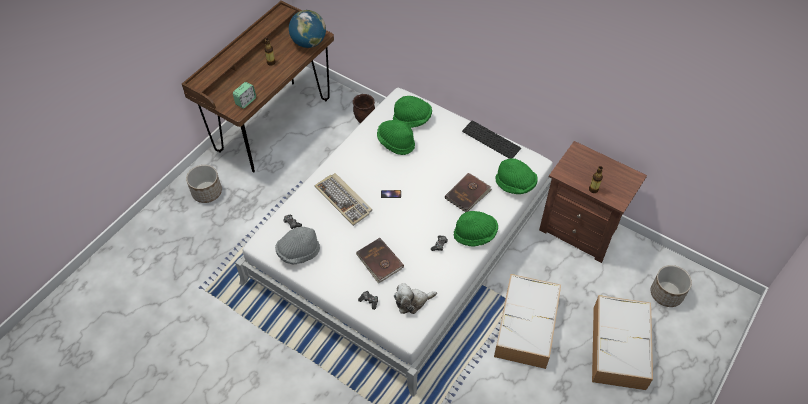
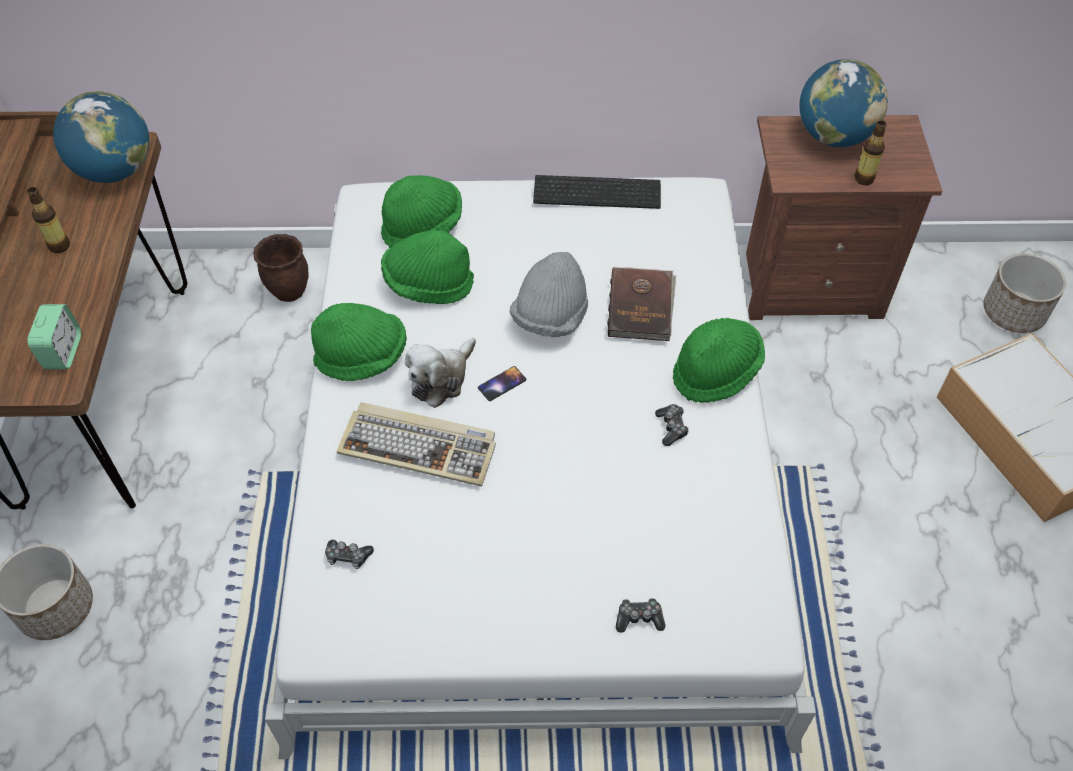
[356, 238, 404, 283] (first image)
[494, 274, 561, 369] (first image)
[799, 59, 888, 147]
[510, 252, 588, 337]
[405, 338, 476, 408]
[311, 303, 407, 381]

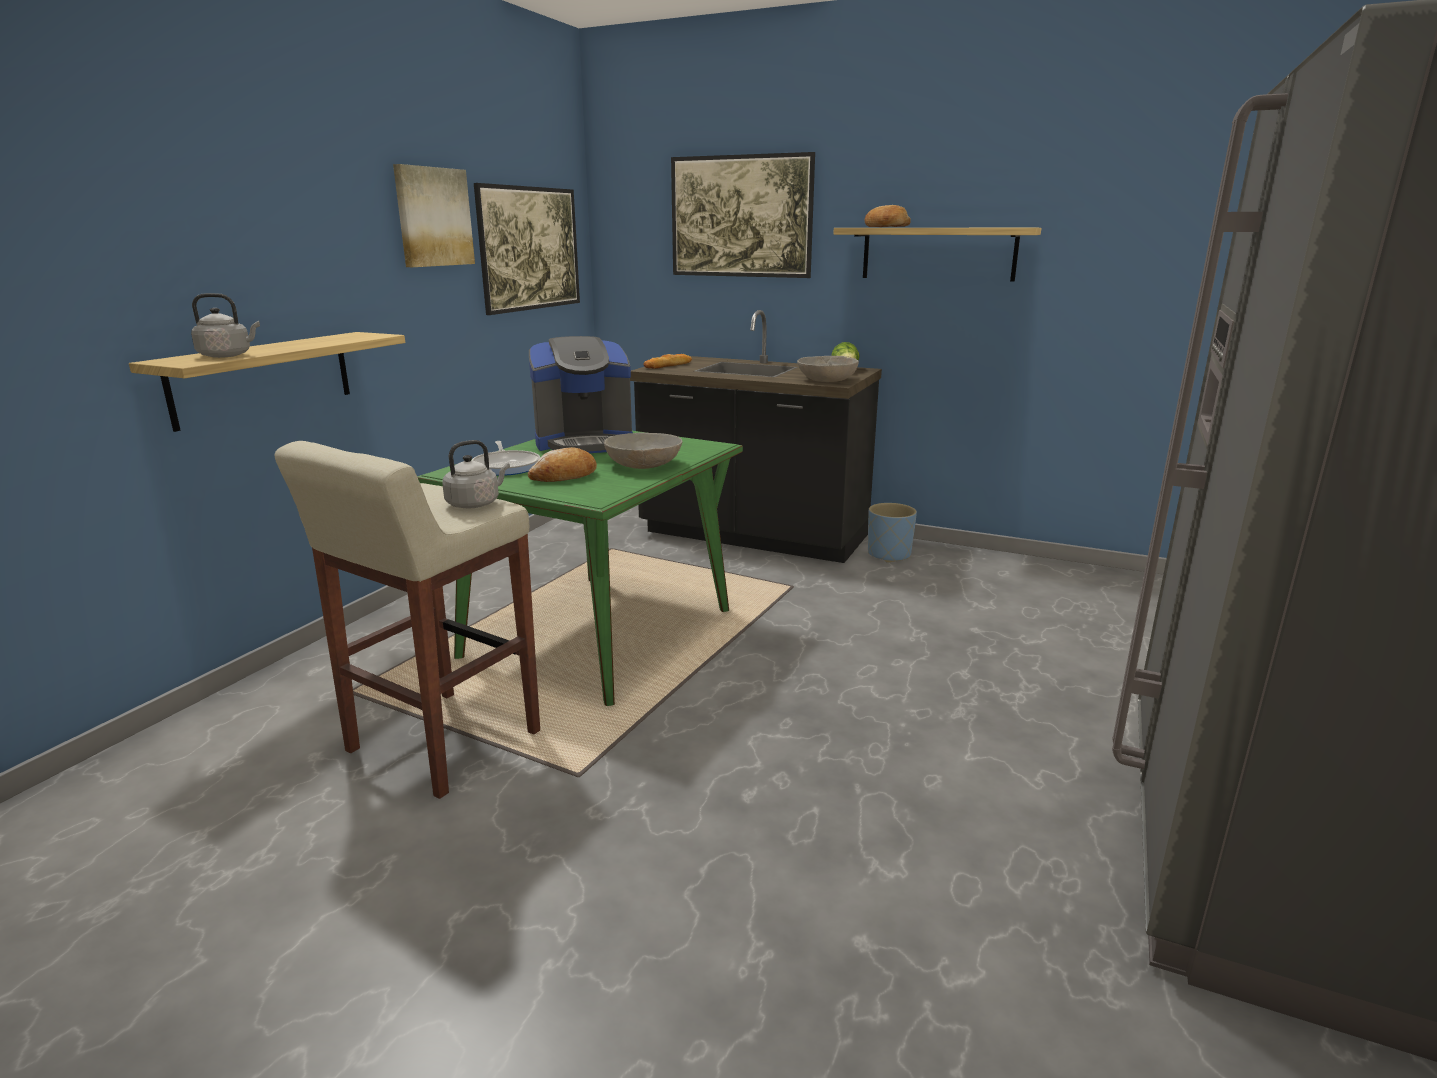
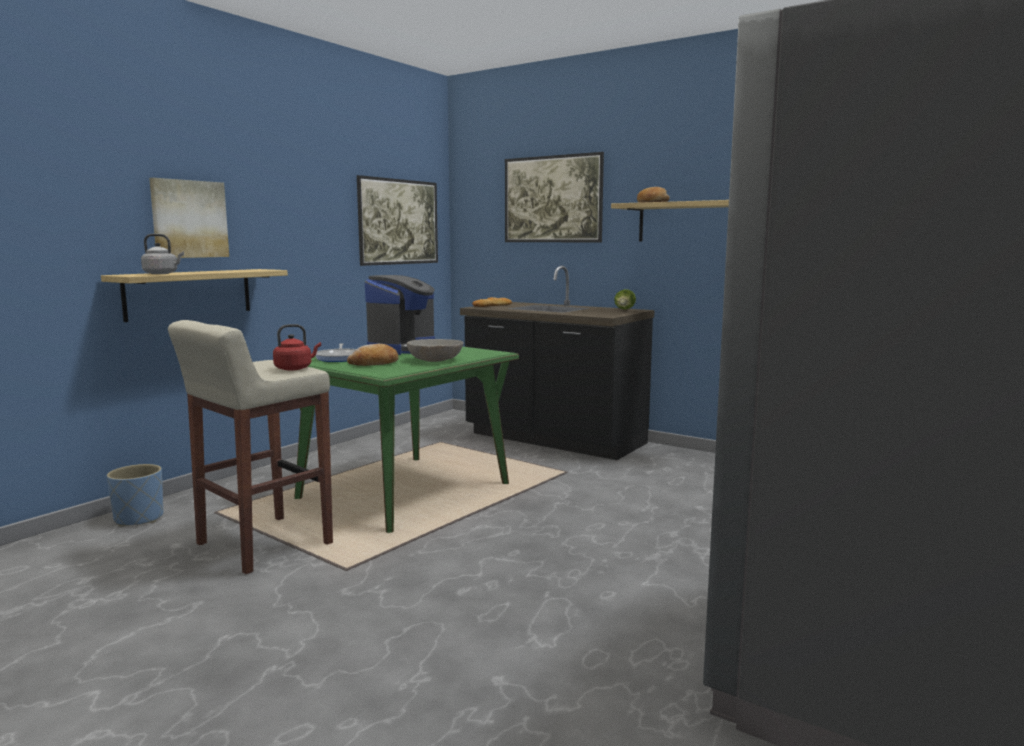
[797, 356, 859, 382] (first image)
[149, 178, 229, 258]
[107, 464, 163, 527]
[273, 324, 321, 371]
[365, 275, 435, 355]

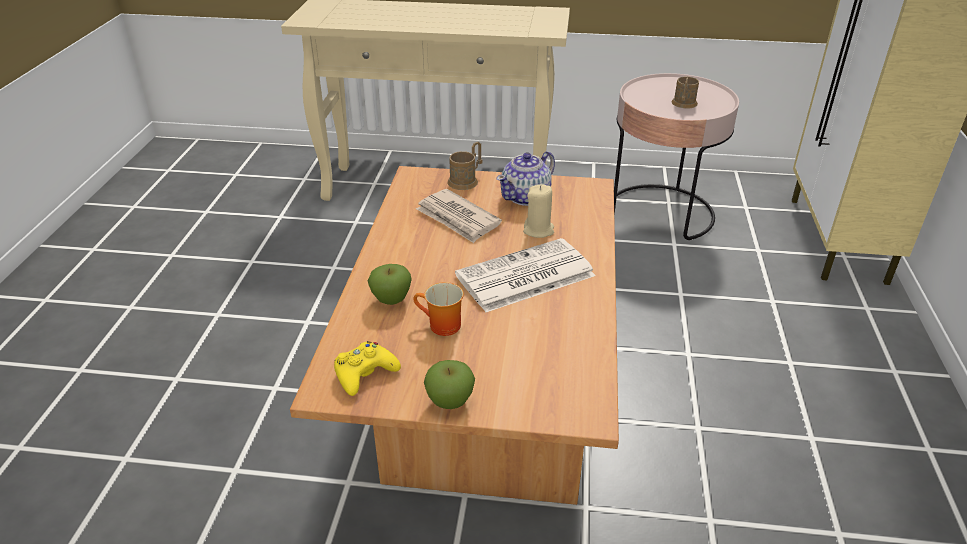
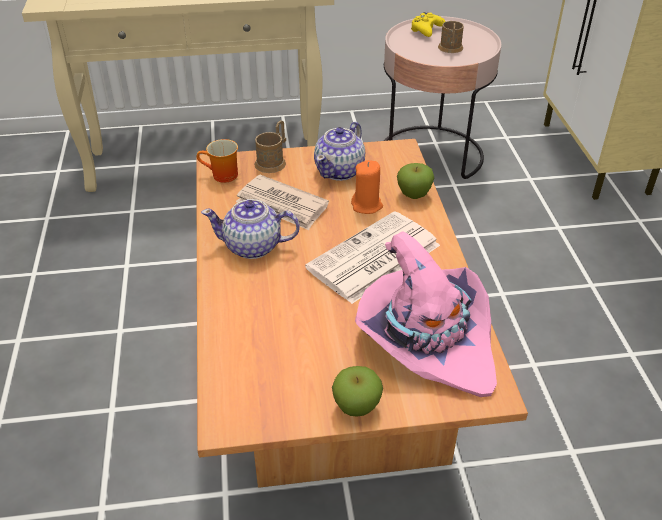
[201, 199, 300, 259]
[355, 232, 497, 397]
[411, 12, 446, 37]
[397, 163, 434, 199]
[197, 139, 238, 183]
[351, 160, 383, 214]

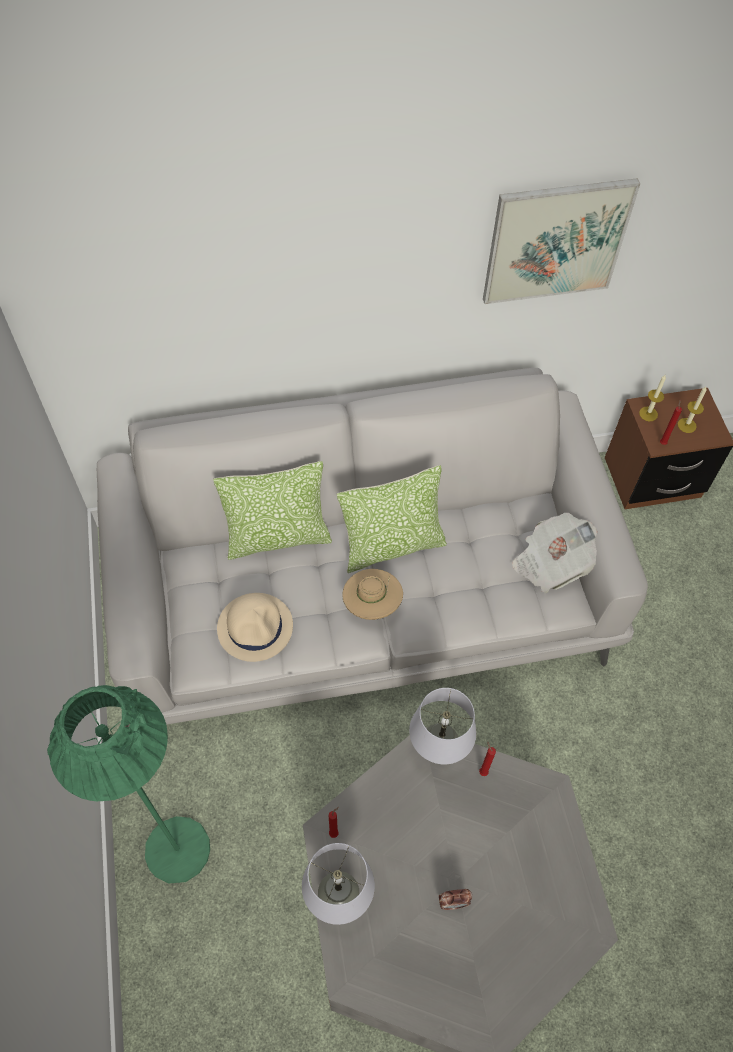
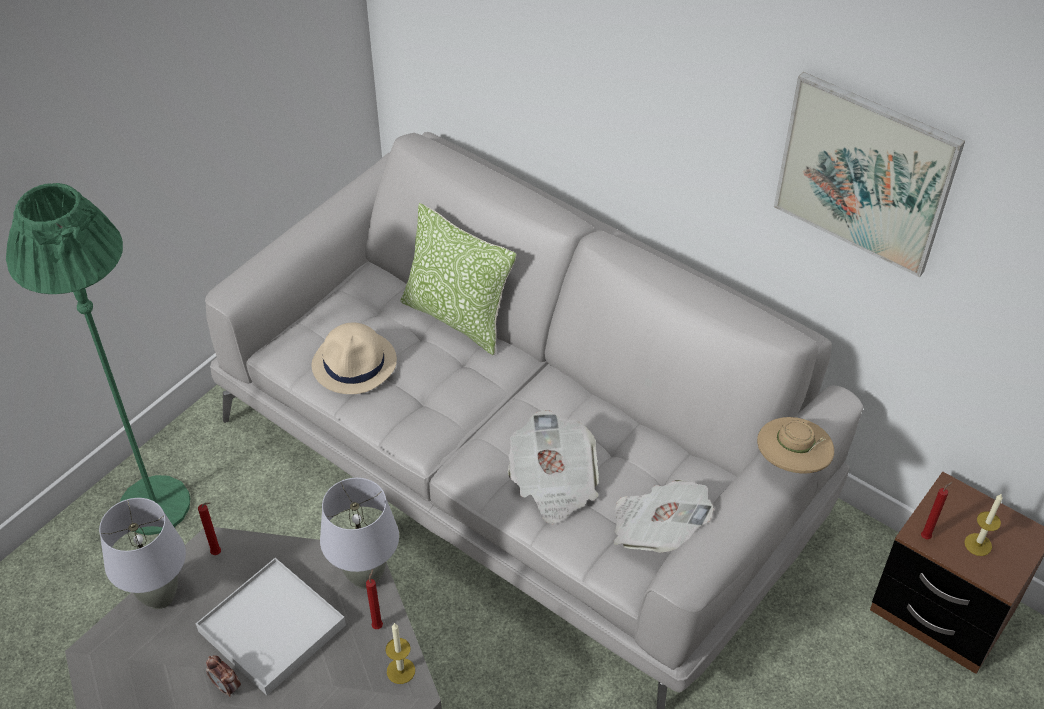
[337, 465, 447, 573] (first image)
[196, 558, 346, 695]
[507, 410, 599, 524]
[757, 417, 834, 474]
[386, 623, 415, 684]

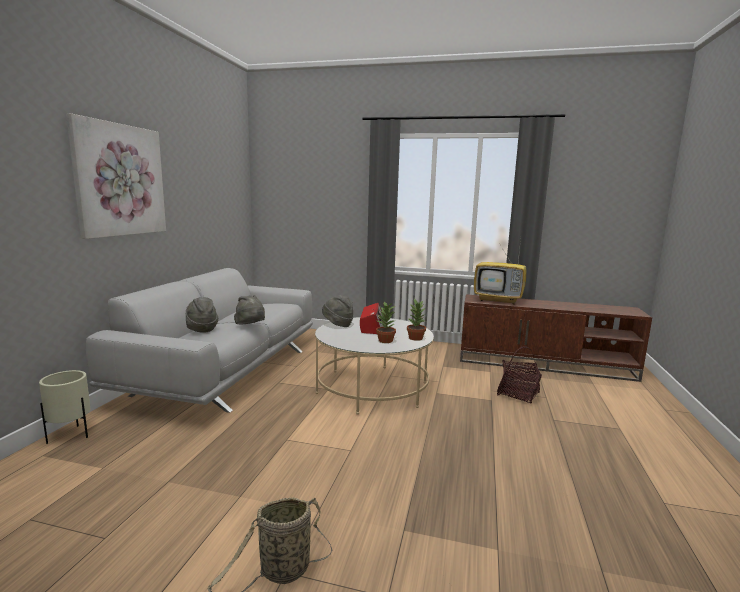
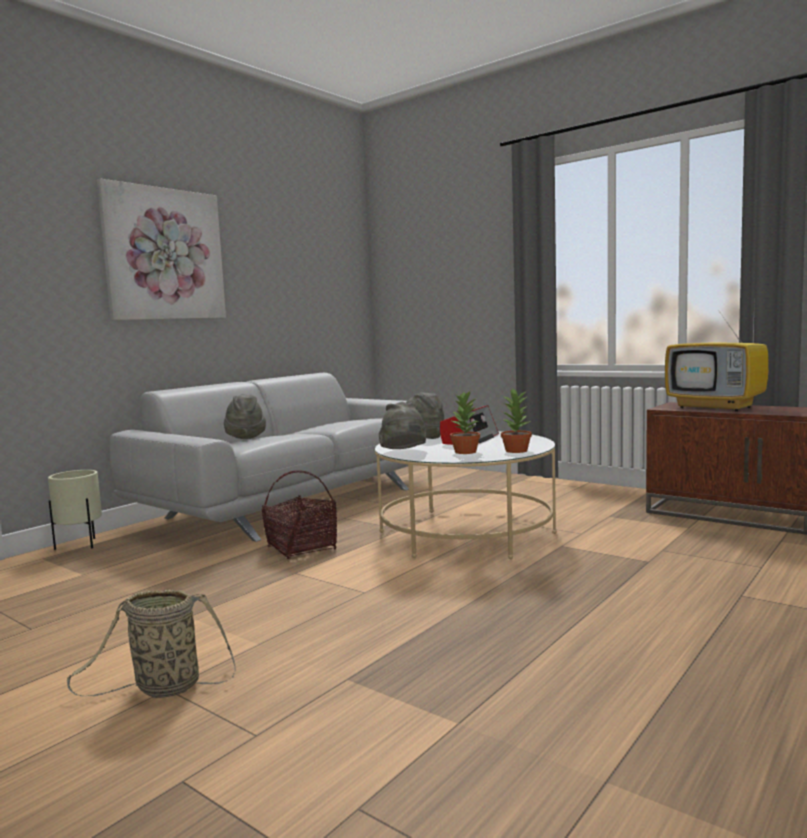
[379, 402, 426, 449]
[262, 470, 337, 559]

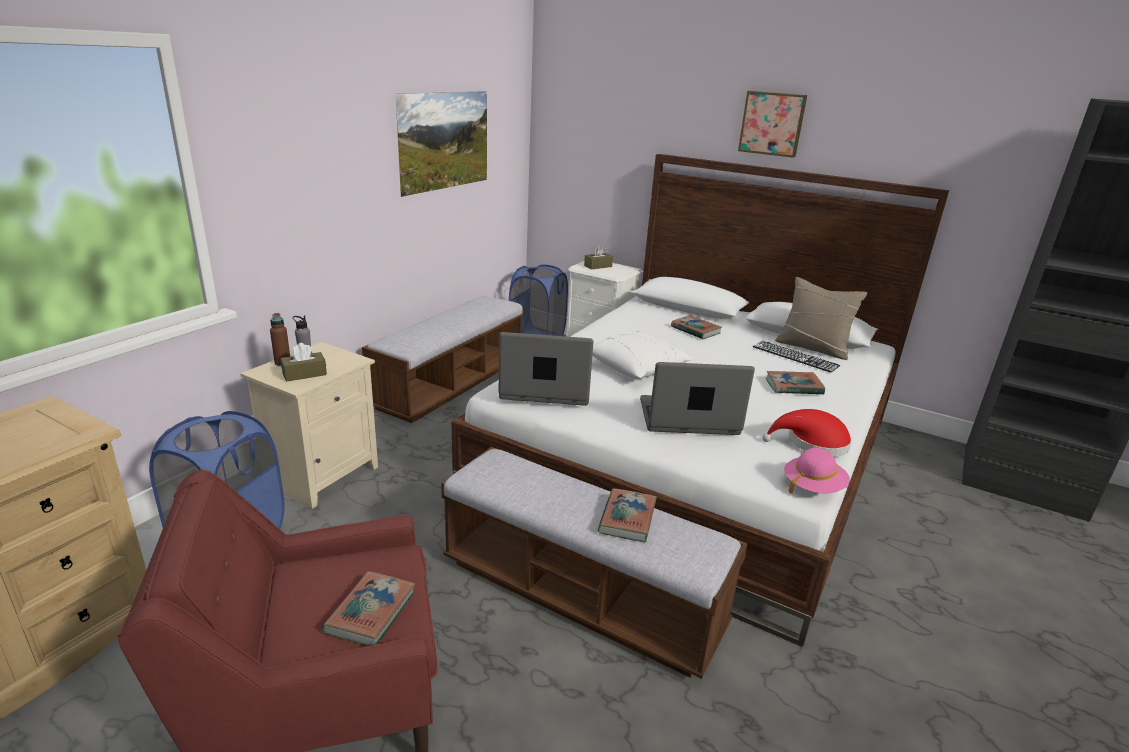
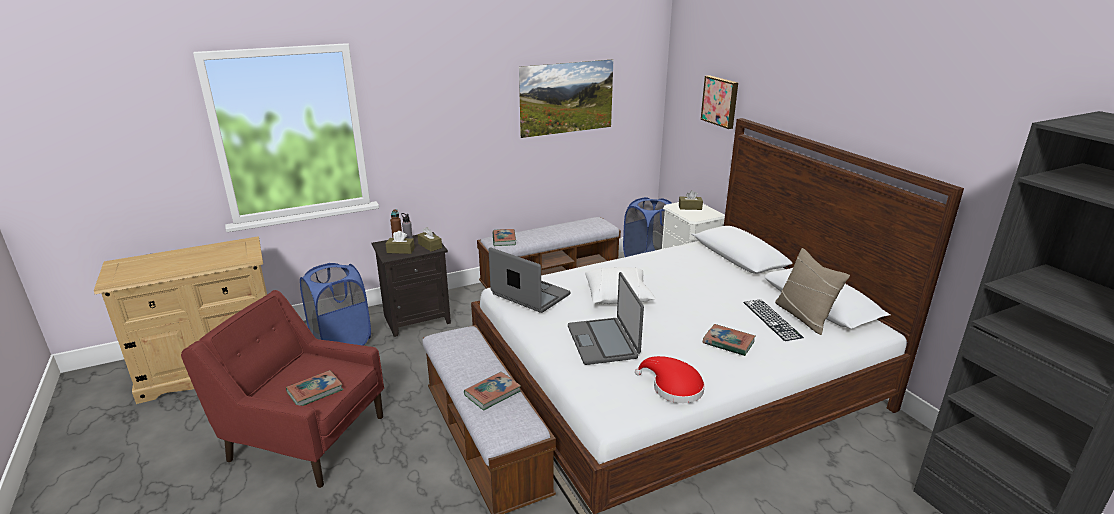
[784, 448, 850, 494] (first image)
[417, 227, 442, 251]
[493, 229, 516, 246]
[701, 75, 738, 129]
[372, 232, 451, 337]
[568, 272, 644, 365]

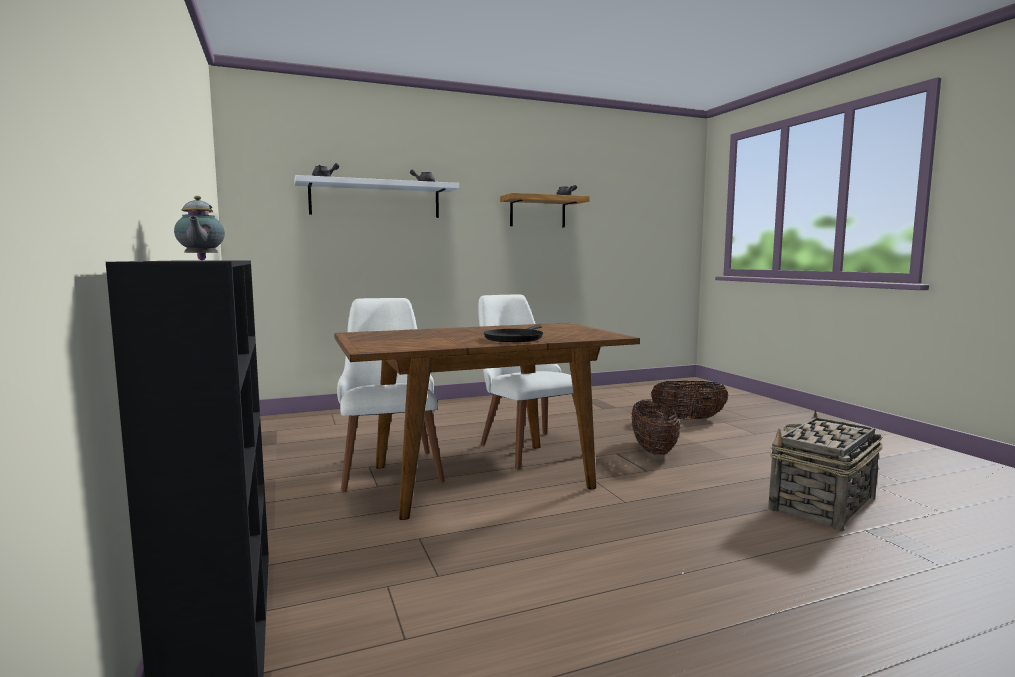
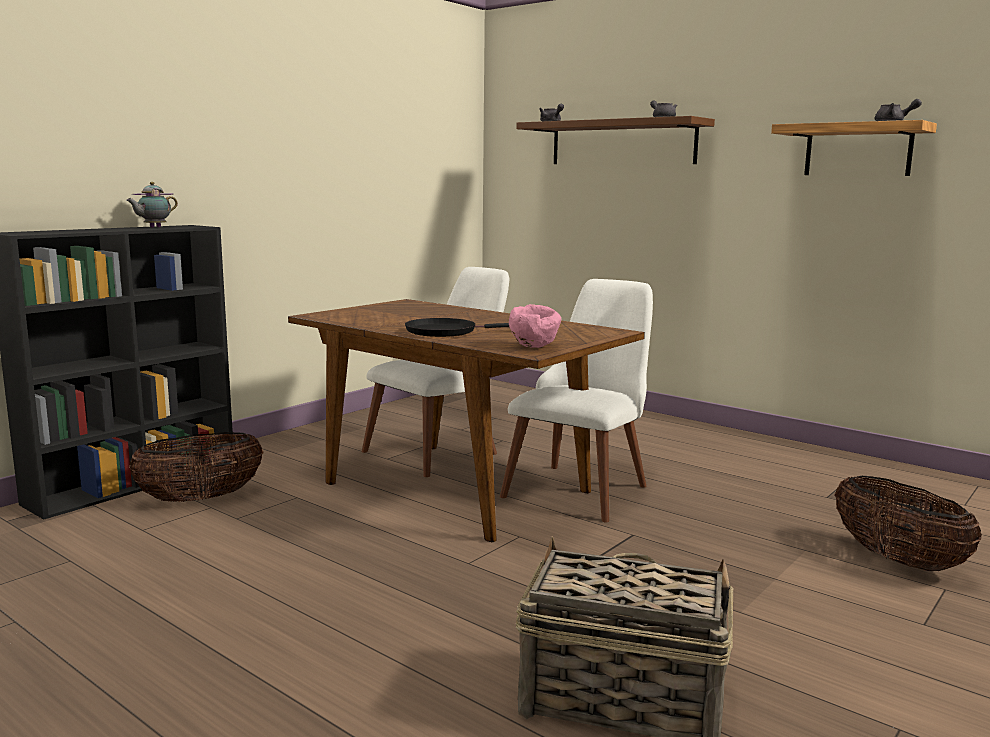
[509, 304, 561, 348]
[129, 432, 263, 502]
[516, 116, 715, 164]

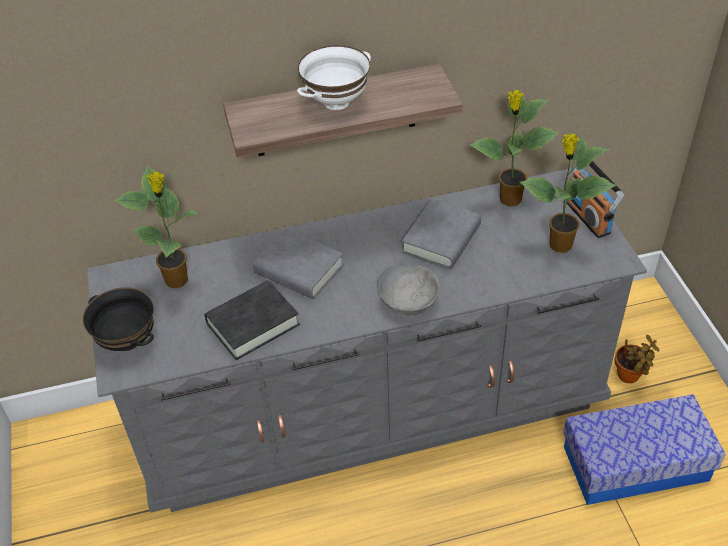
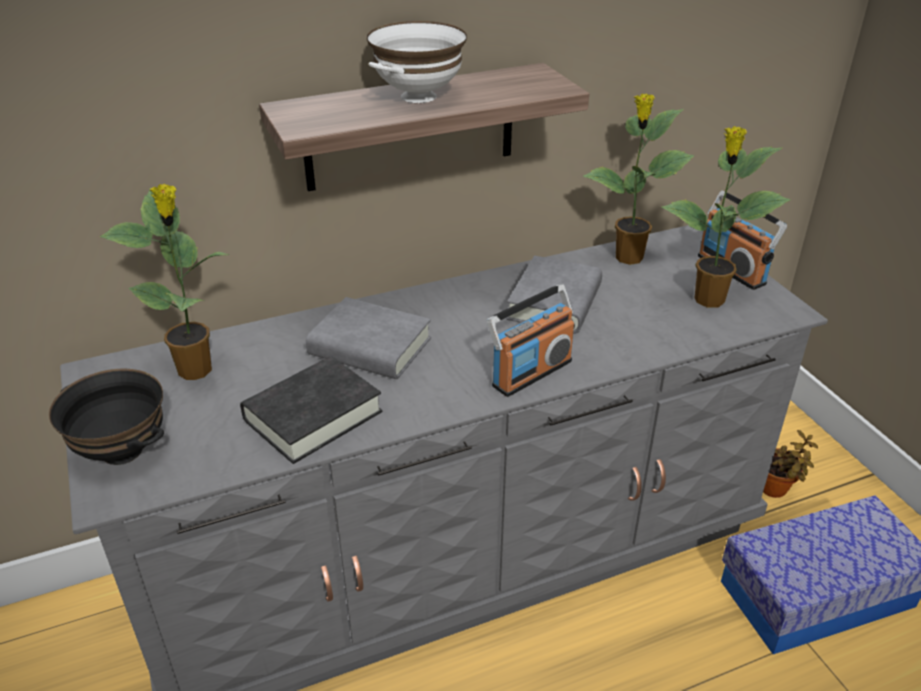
[487, 284, 575, 397]

